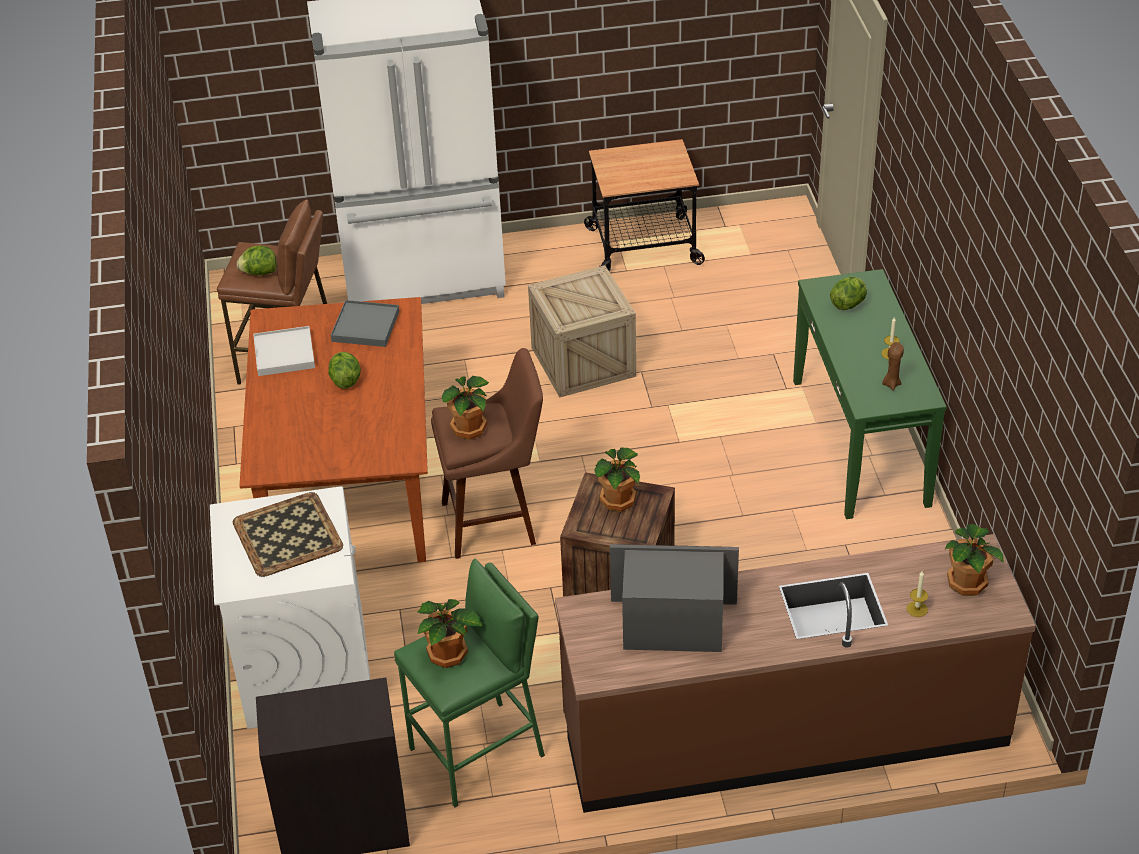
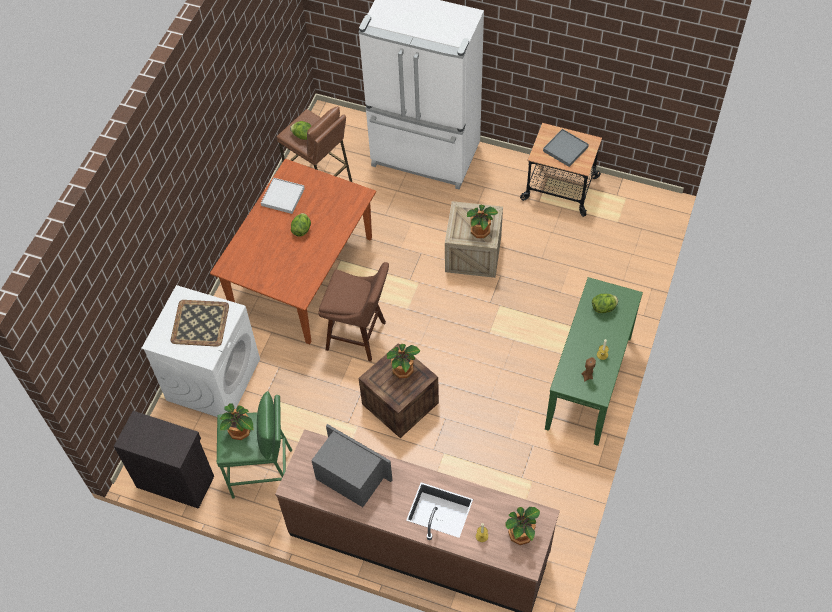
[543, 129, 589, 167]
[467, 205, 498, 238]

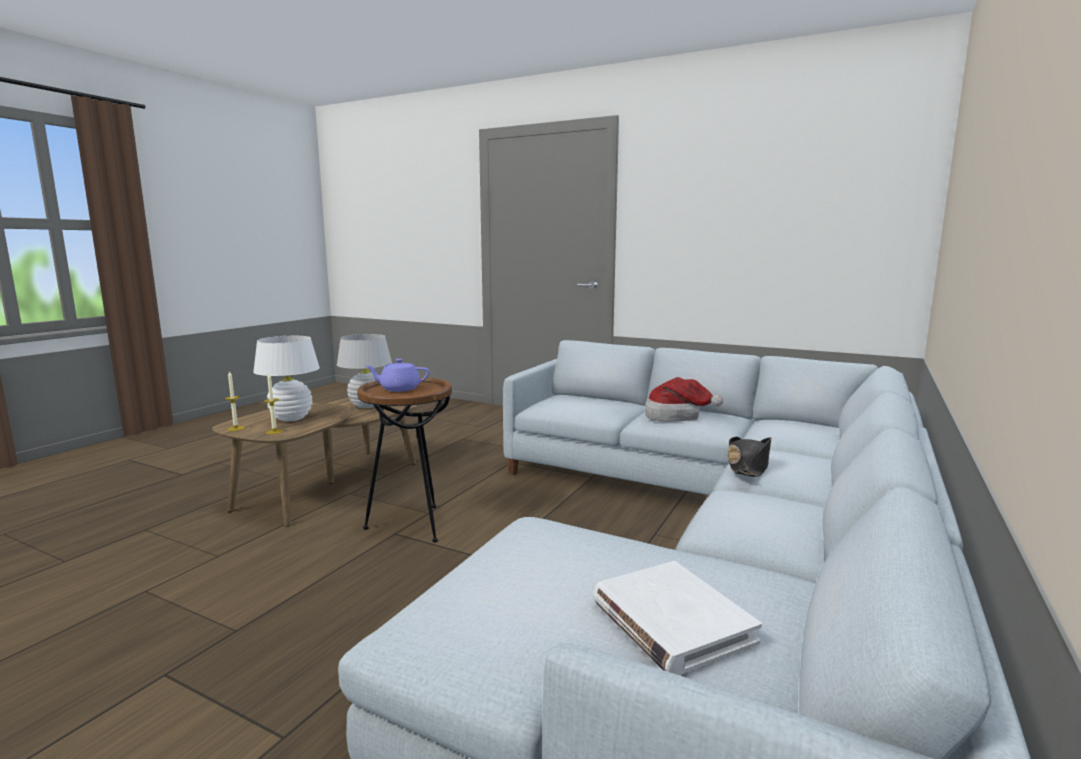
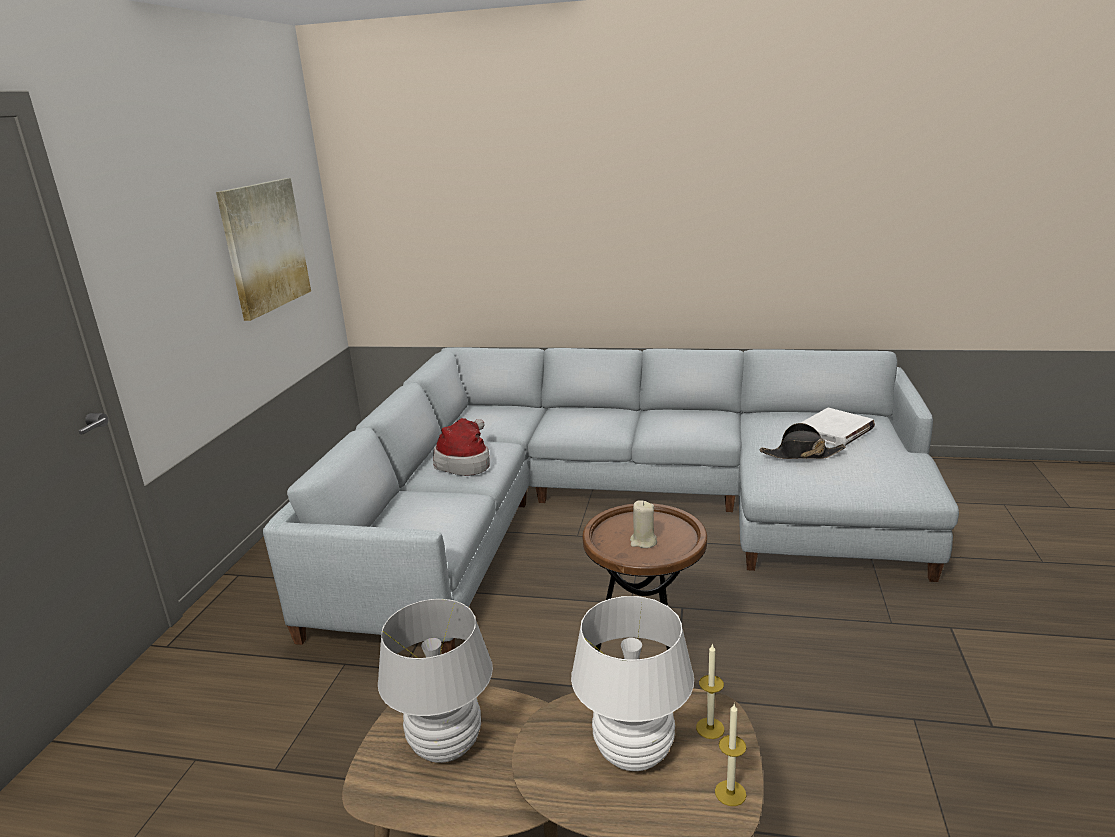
[216, 178, 311, 321]
[760, 423, 845, 459]
[630, 501, 657, 548]

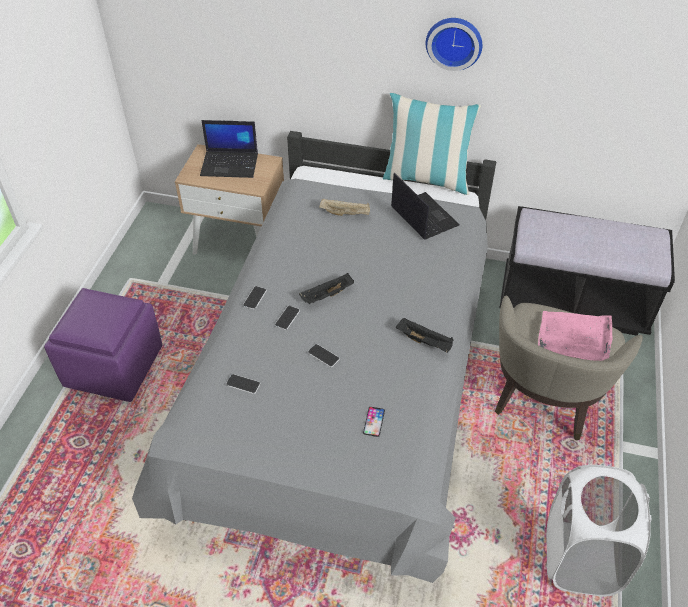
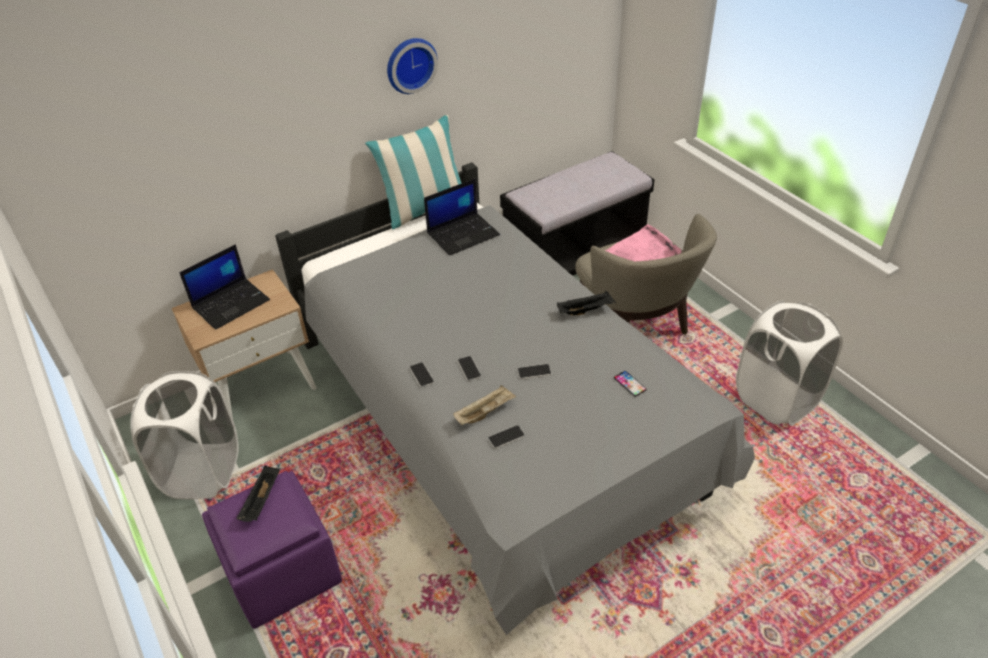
[130, 371, 239, 499]
[236, 465, 280, 522]
[453, 385, 516, 425]
[424, 178, 500, 256]

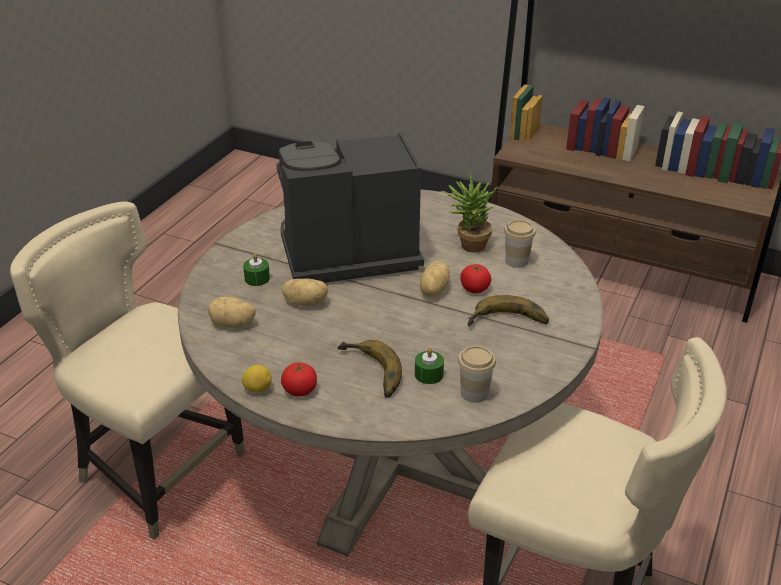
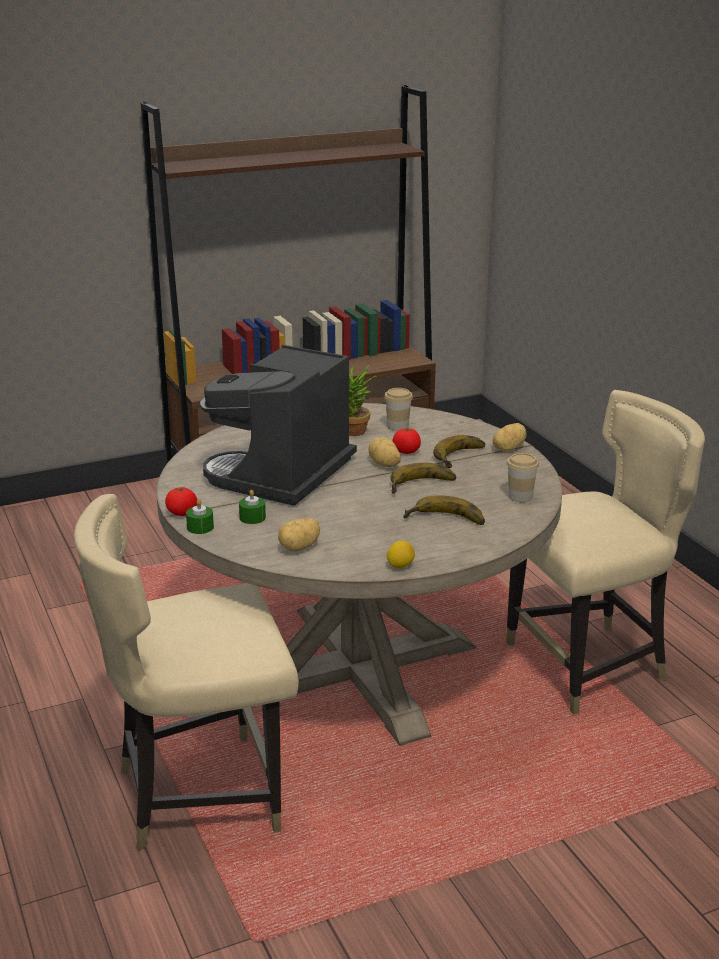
[390, 463, 456, 494]
[165, 487, 197, 516]
[493, 423, 527, 451]
[186, 499, 214, 534]

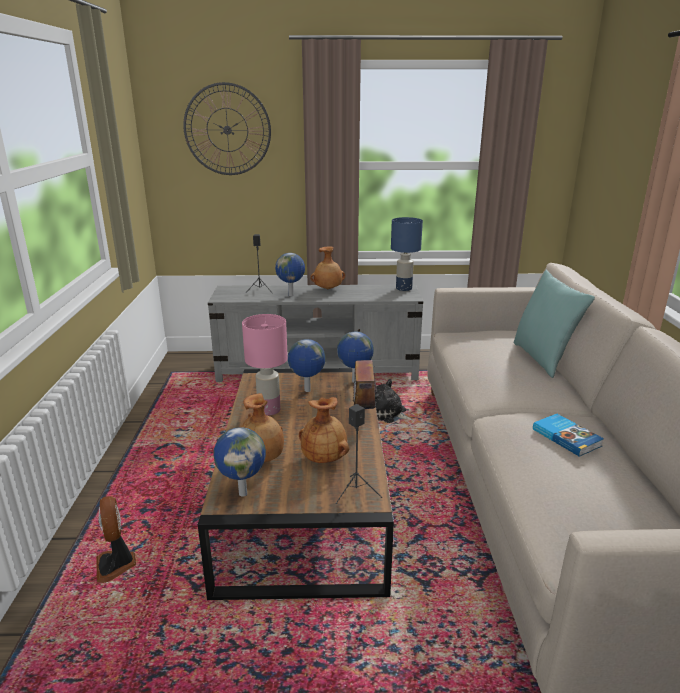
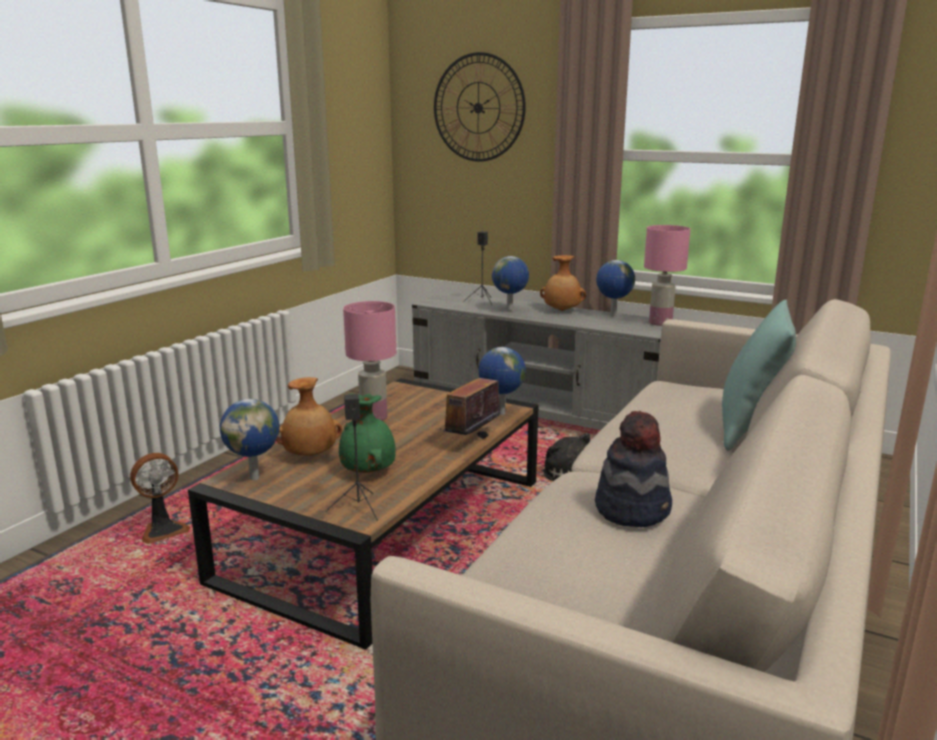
[596, 260, 635, 316]
[595, 411, 672, 527]
[339, 393, 396, 473]
[644, 225, 690, 326]
[130, 453, 190, 544]

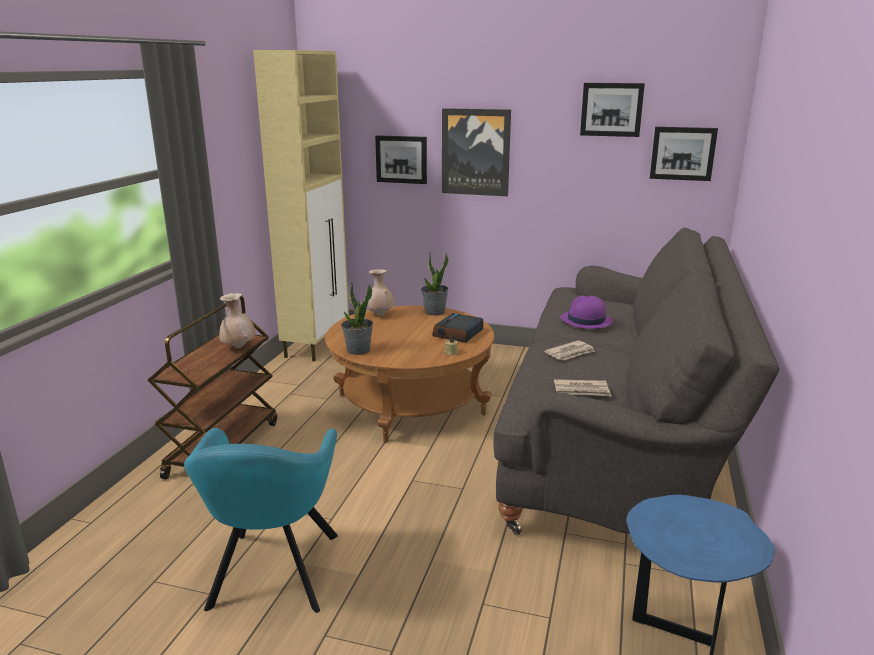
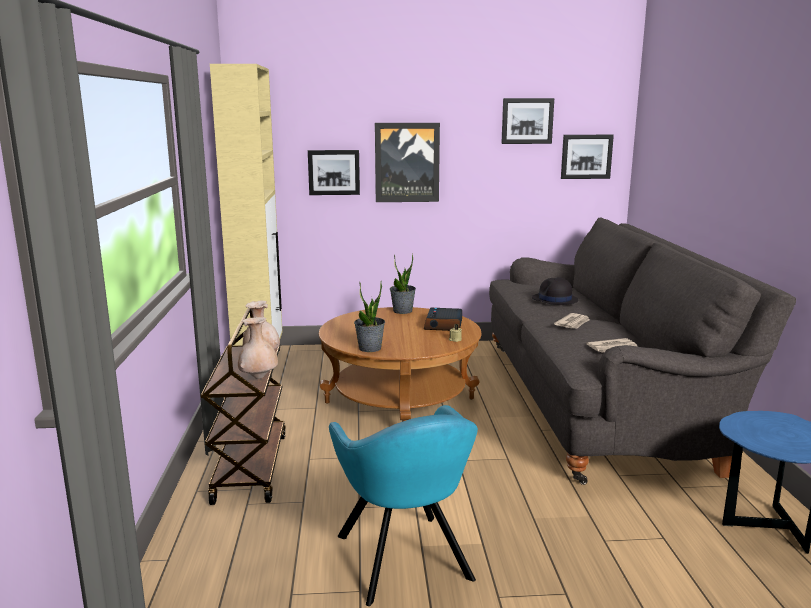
[238, 317, 278, 379]
[532, 277, 579, 305]

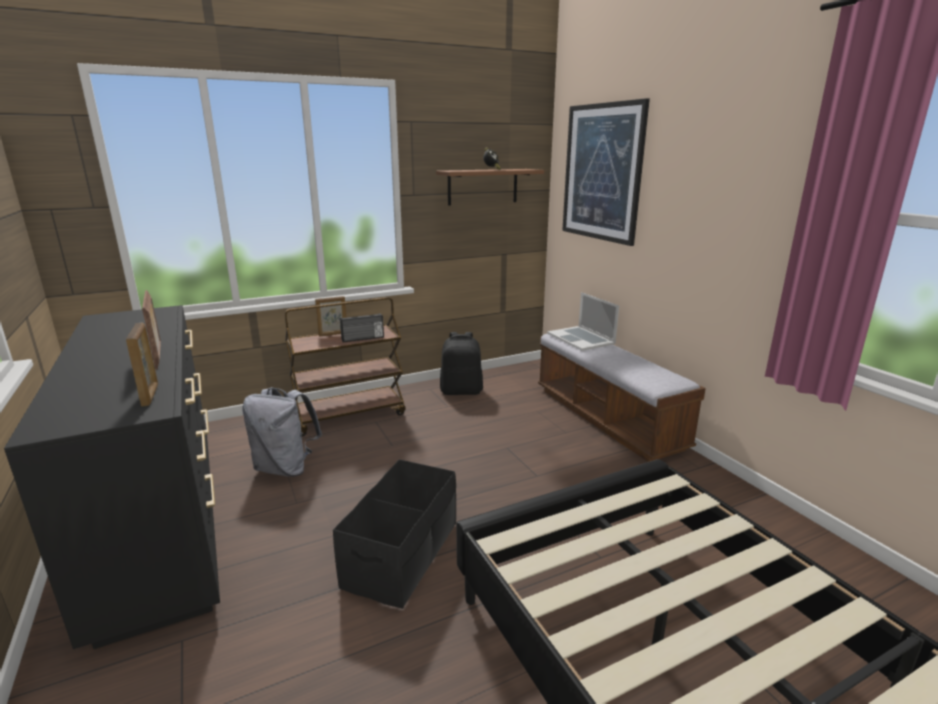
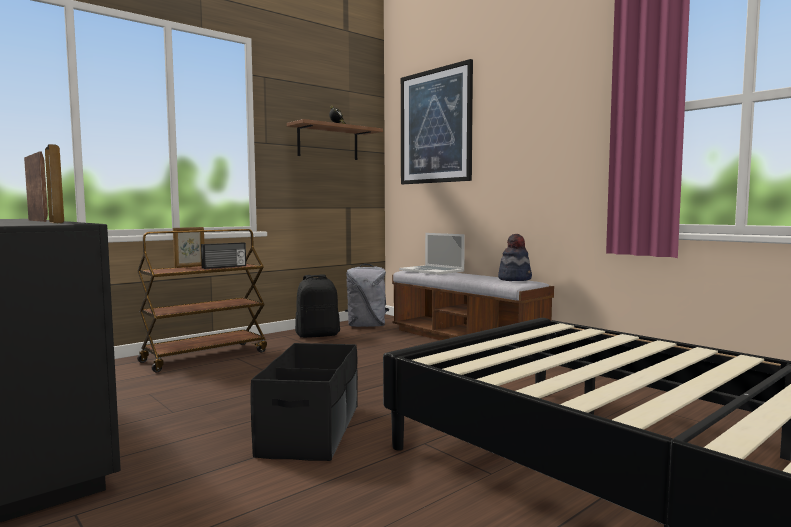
[498, 234, 532, 281]
[345, 264, 389, 327]

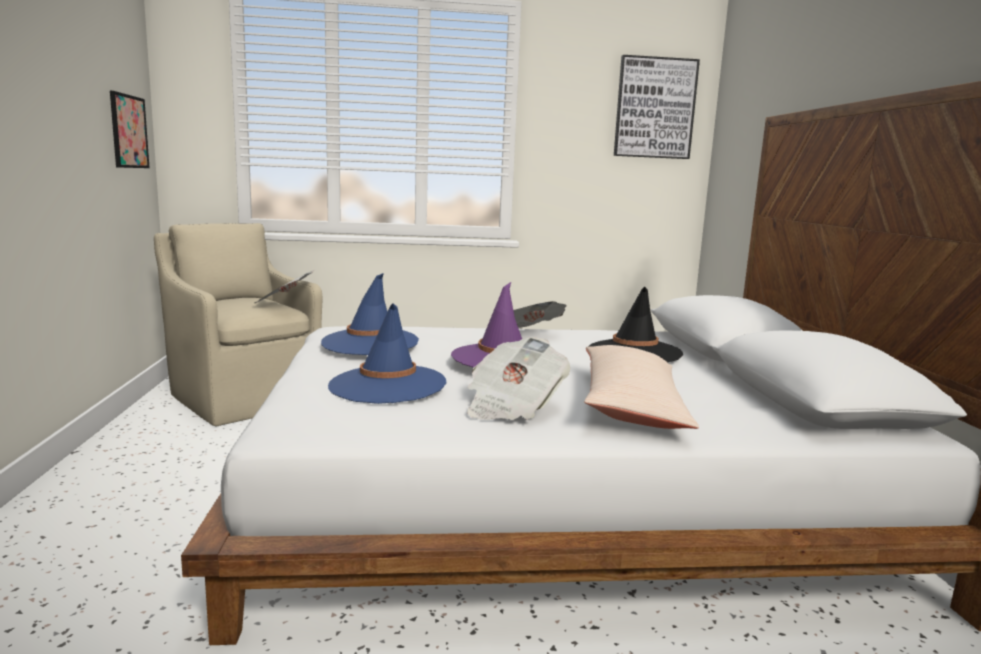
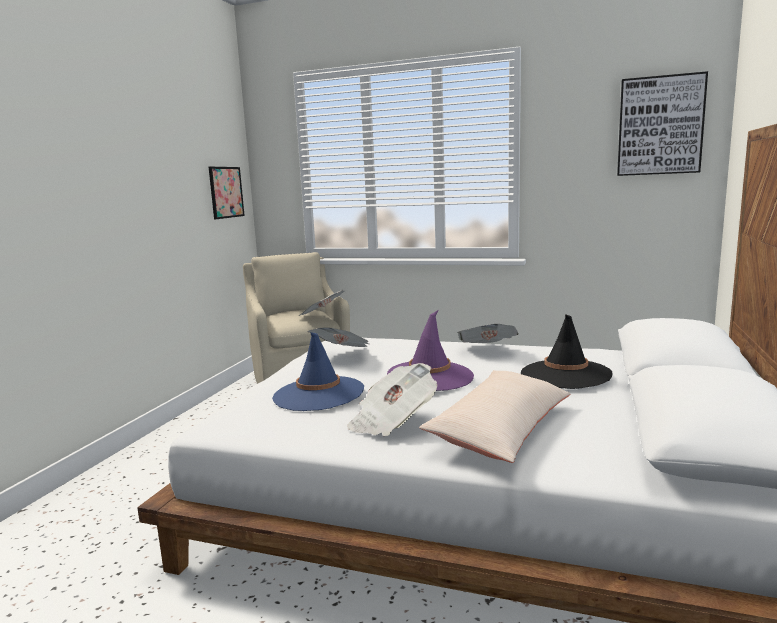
[307, 327, 369, 347]

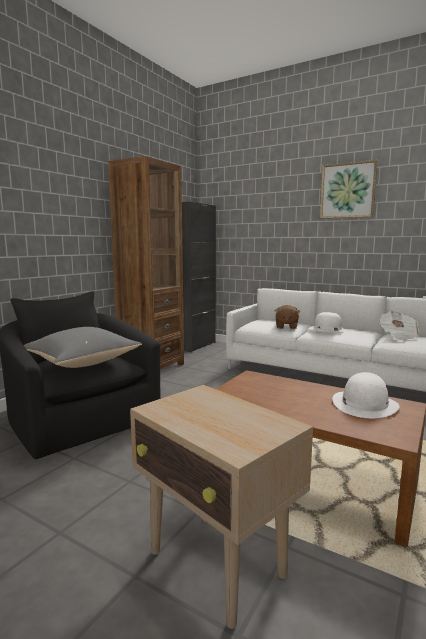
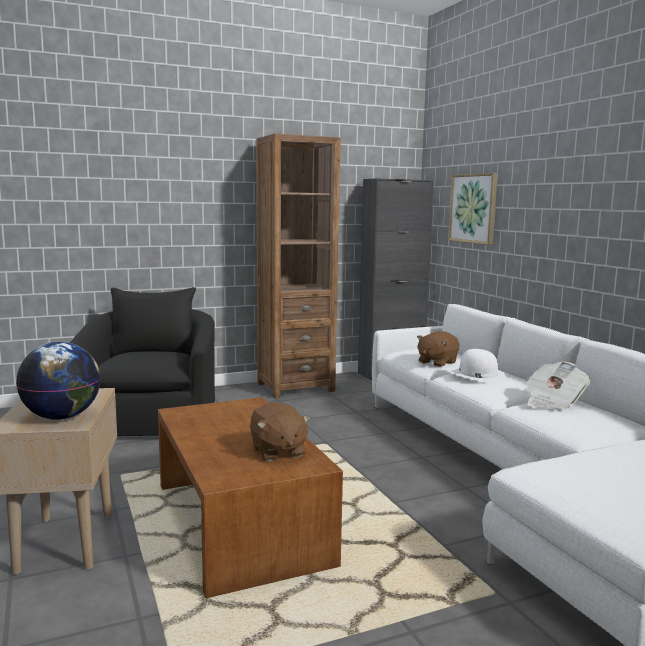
[24, 327, 142, 368] (first image)
[16, 342, 101, 420]
[448, 173, 498, 245]
[250, 402, 311, 462]

